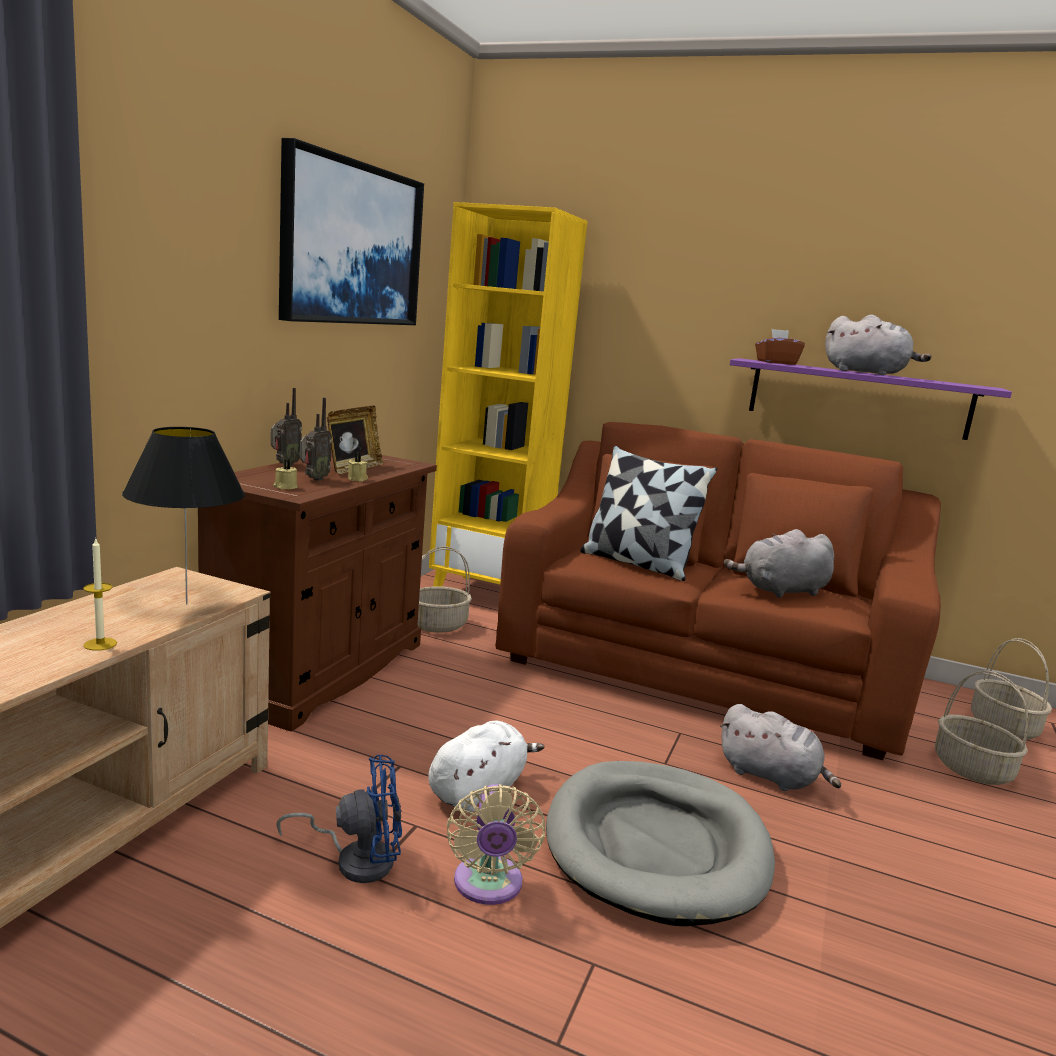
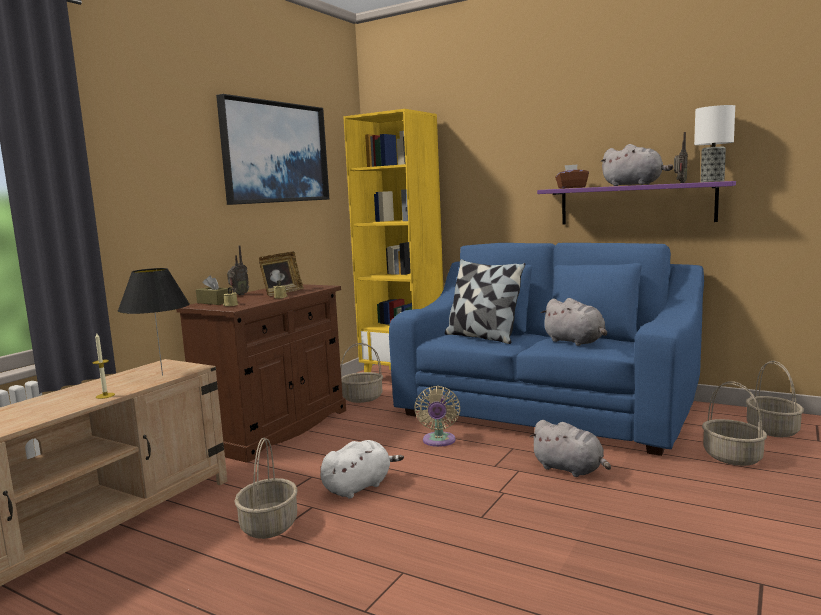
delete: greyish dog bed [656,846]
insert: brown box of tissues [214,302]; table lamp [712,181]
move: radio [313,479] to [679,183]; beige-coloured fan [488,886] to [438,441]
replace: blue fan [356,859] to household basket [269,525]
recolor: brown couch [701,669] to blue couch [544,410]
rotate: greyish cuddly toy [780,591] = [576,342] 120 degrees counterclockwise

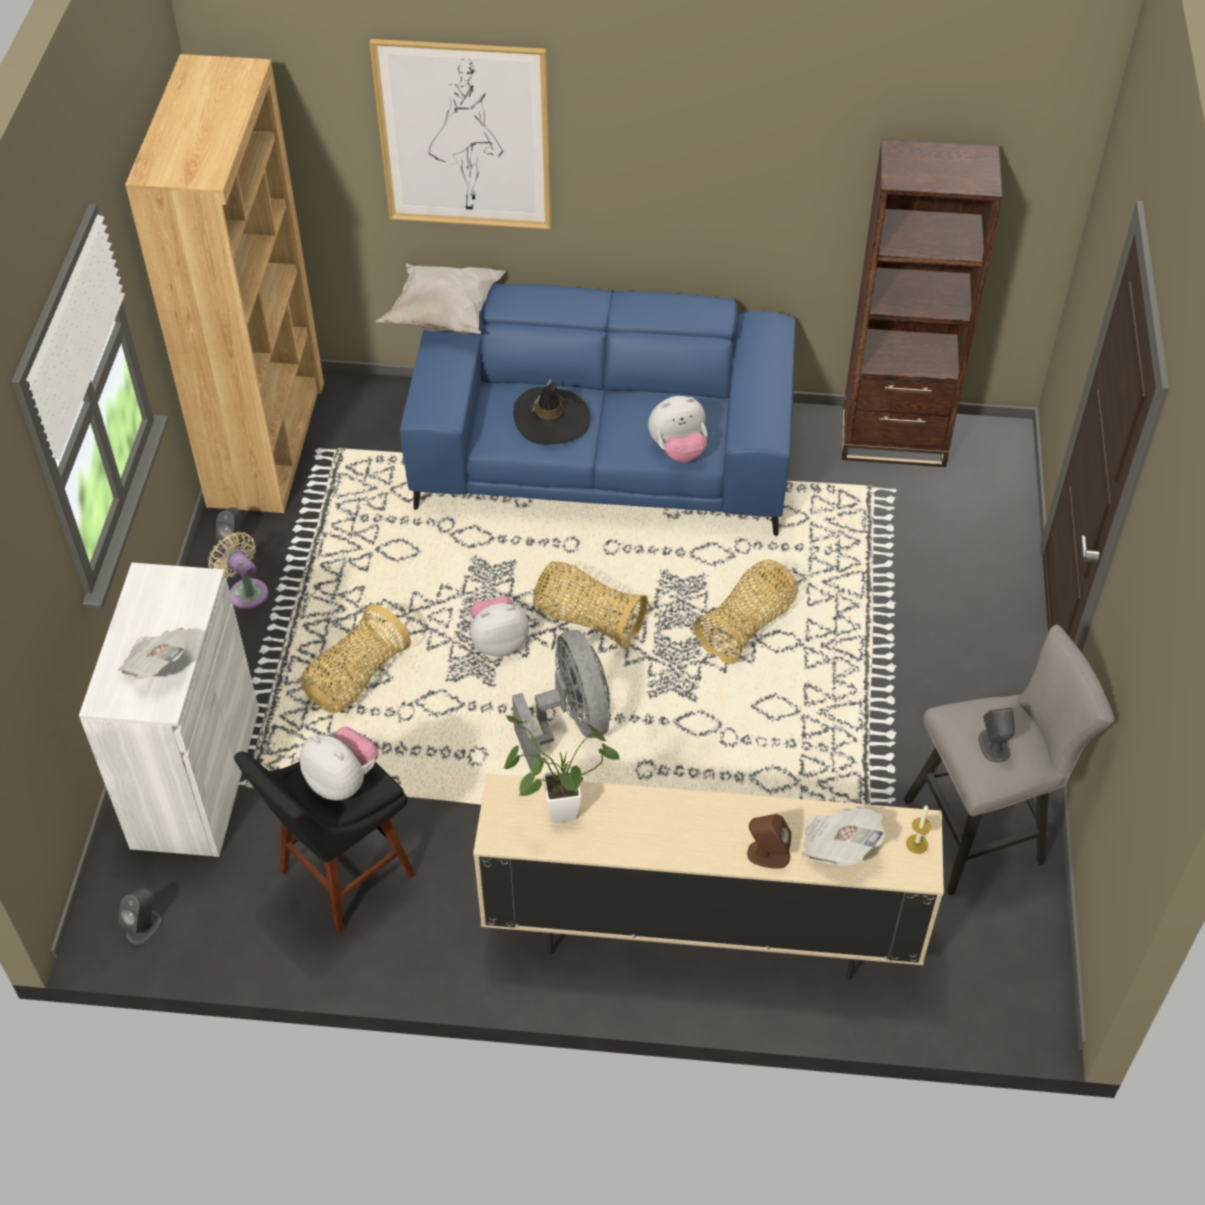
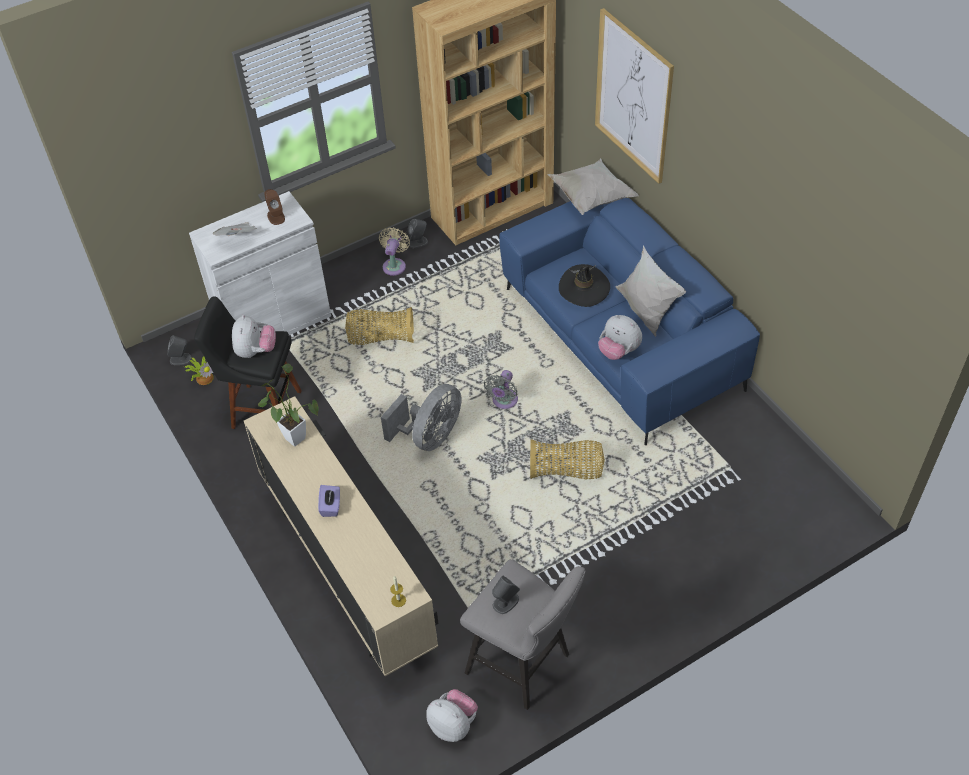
delete: newspaper [838,846]; brown shelving unit [893,438]
insert: houseplant [204,377]; purple-coloured box of tissues [331,506]; whitish cushion [646,313]
move: cuddly toy [498,642] to [453,724]; brown loudspeaker [768,854] to [276,216]
replace: household basket [588,620] to greyish fan [503,401]

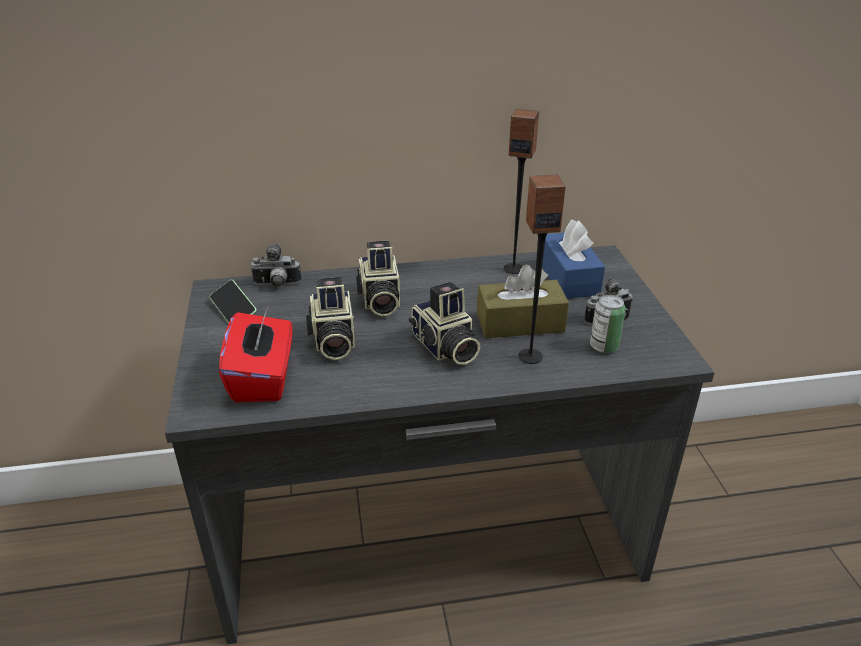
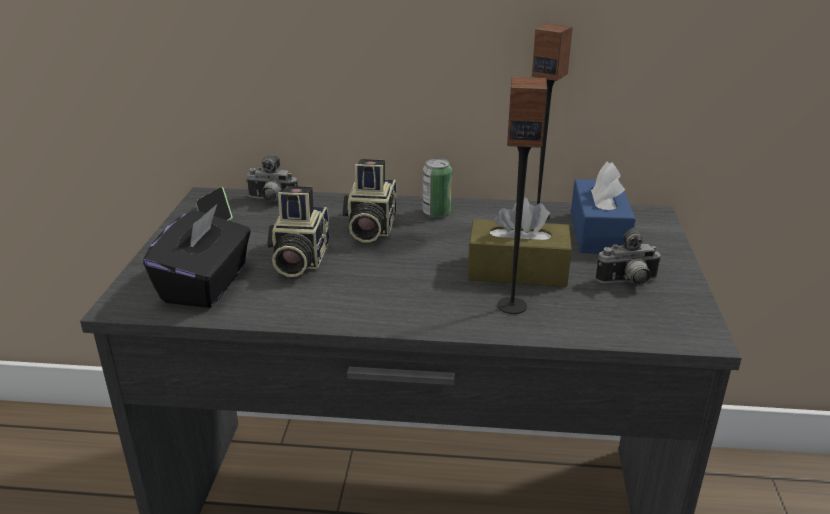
delete: still camera [444,348]
move: can [604,346] to [436,212]
recolor: red box of tissues [263,378] to black box of tissues [206,285]

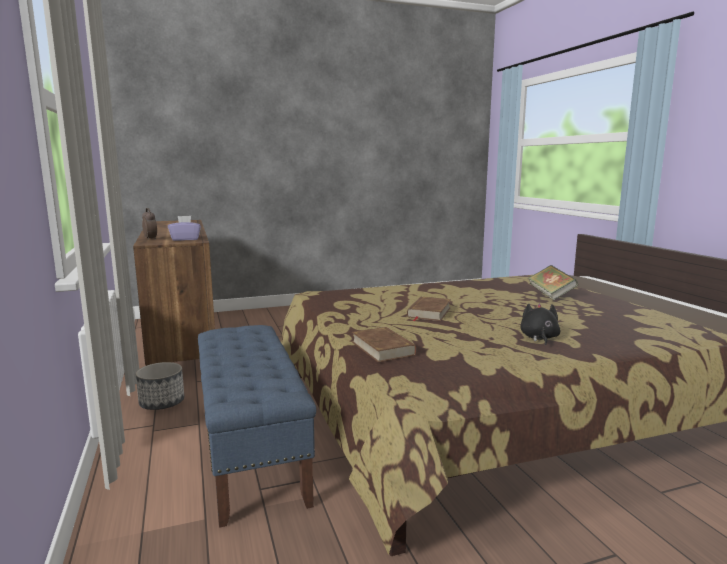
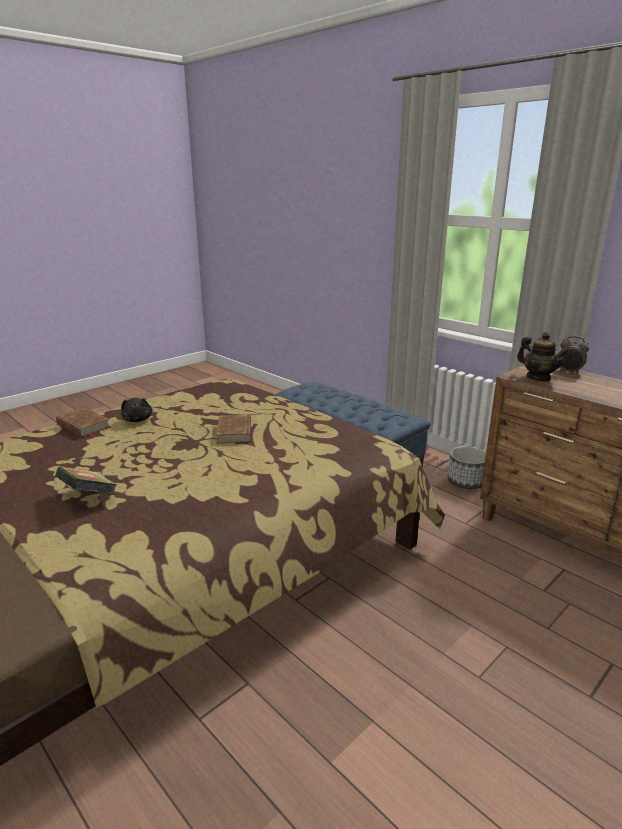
move: brown book [383,348] to [83,426]
replace: purple-coloured box of tissues [185,239] to pot for tea [538,378]

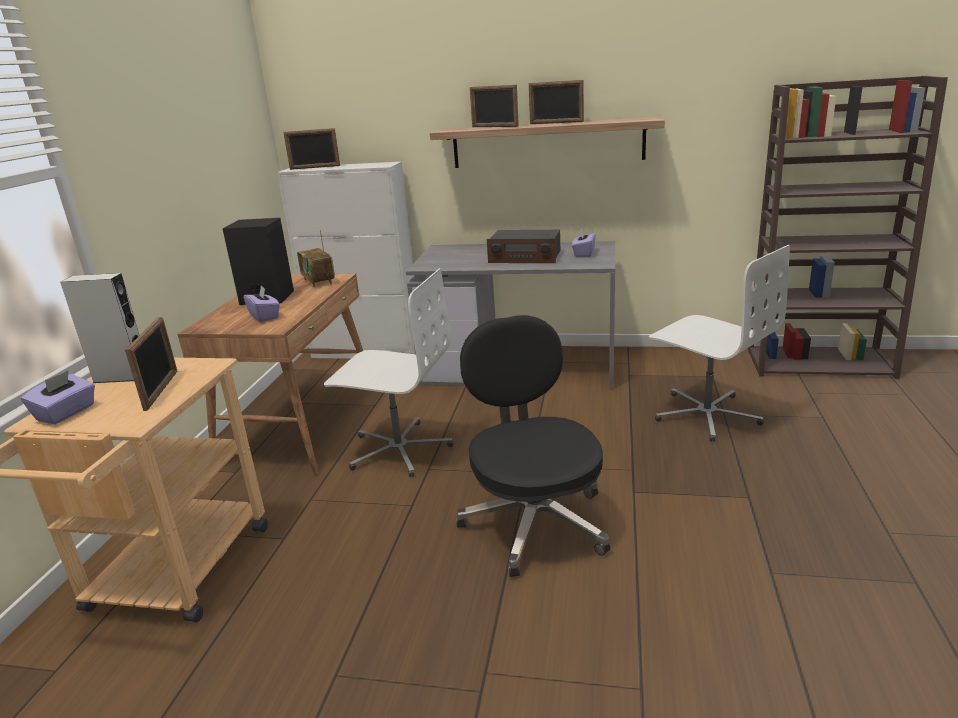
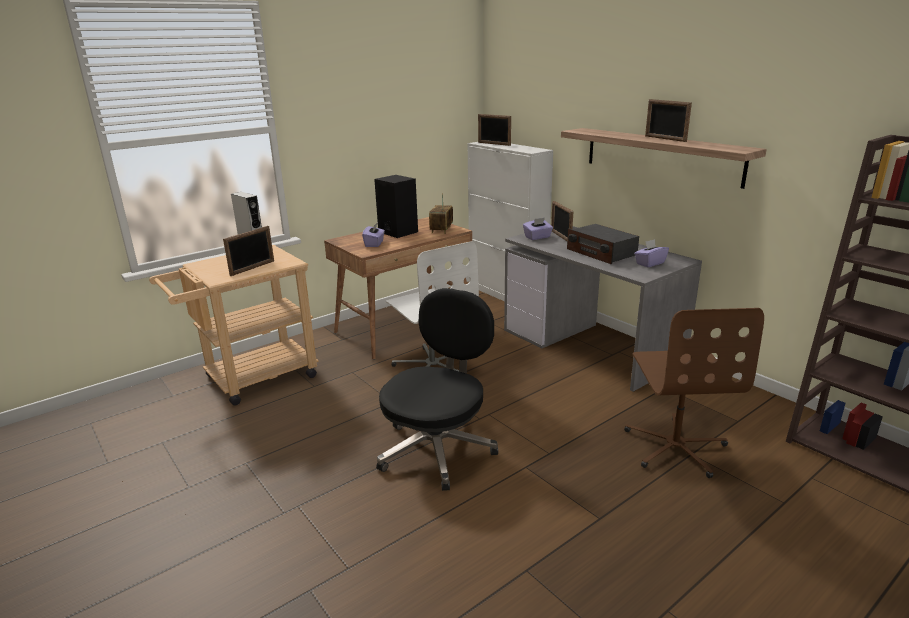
move: purple-coloured box of tissues [66,413] to [537,237]; photo frame [494,127] to [560,237]
recolor: whitish computer chair [706,414] to brown computer chair [675,446]

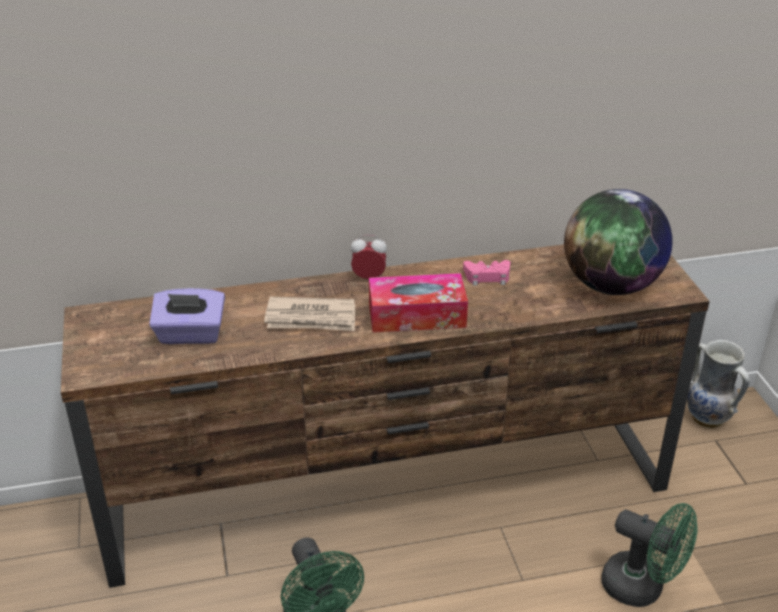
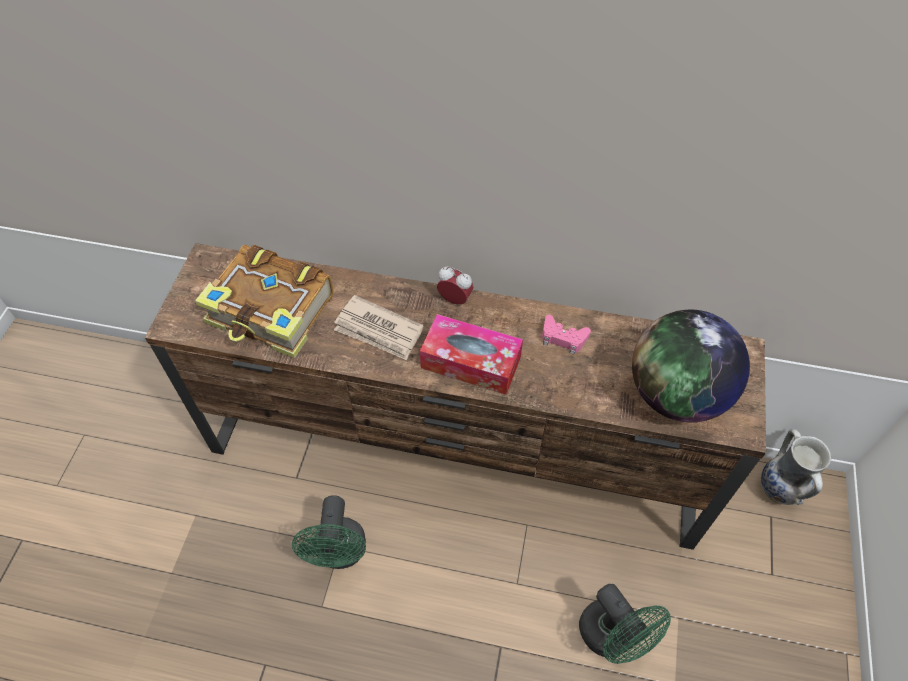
replace: purple-coloured box of tissues [190,335] to book [272,312]

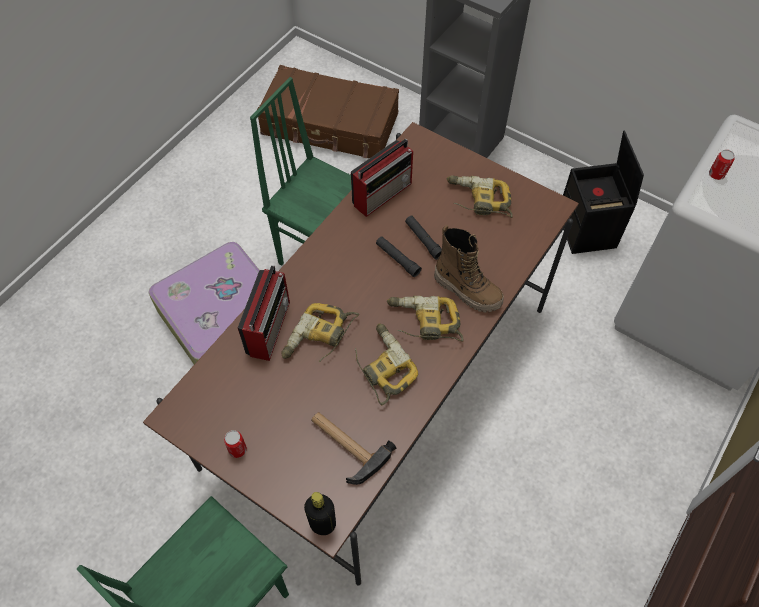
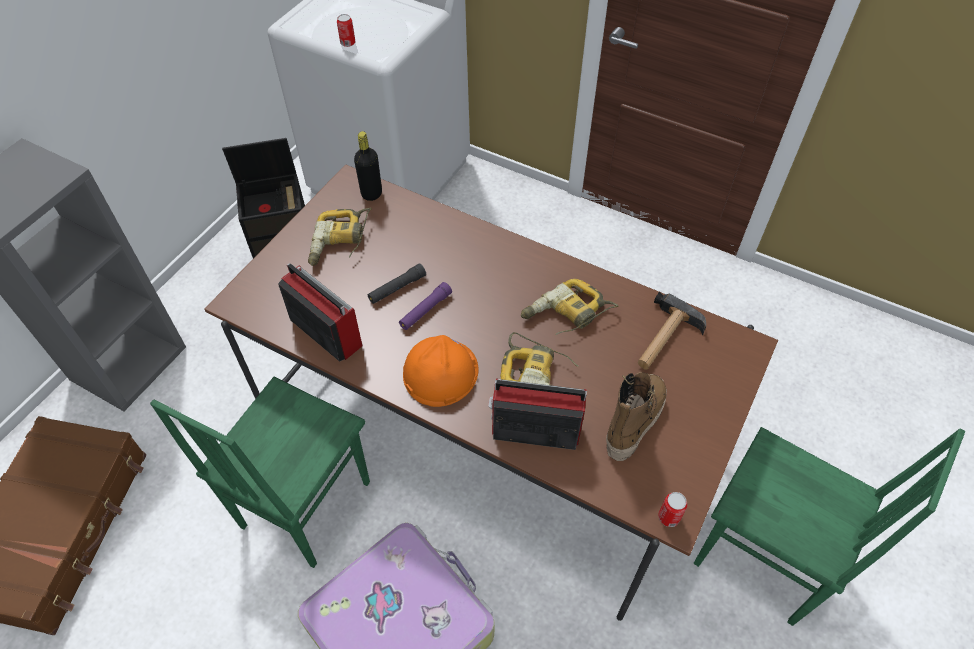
delete: power drill [424,323]
insert: orange-coloured hard hat [440,372]
move: can [237,449] to [669,517]; black bottle [322,523] to [371,193]; high-top boot [467,290] to [633,421]
recolor: black flashlight [397,259] to purple-coloured flashlight [425,310]

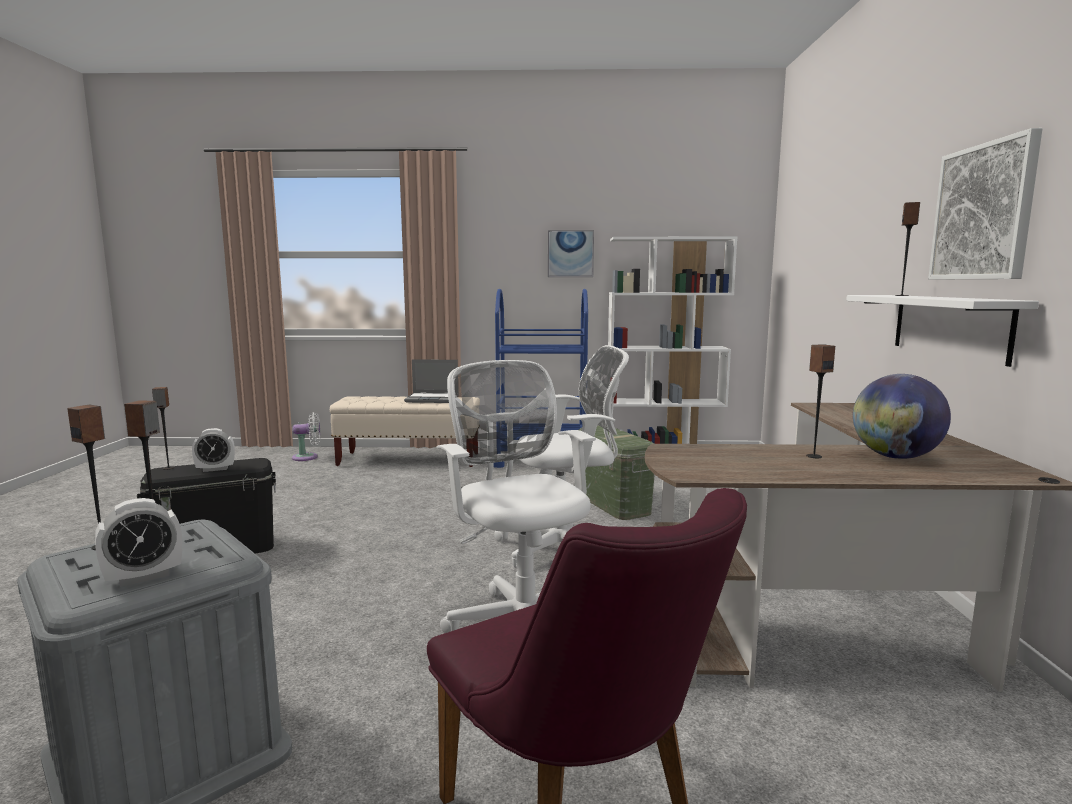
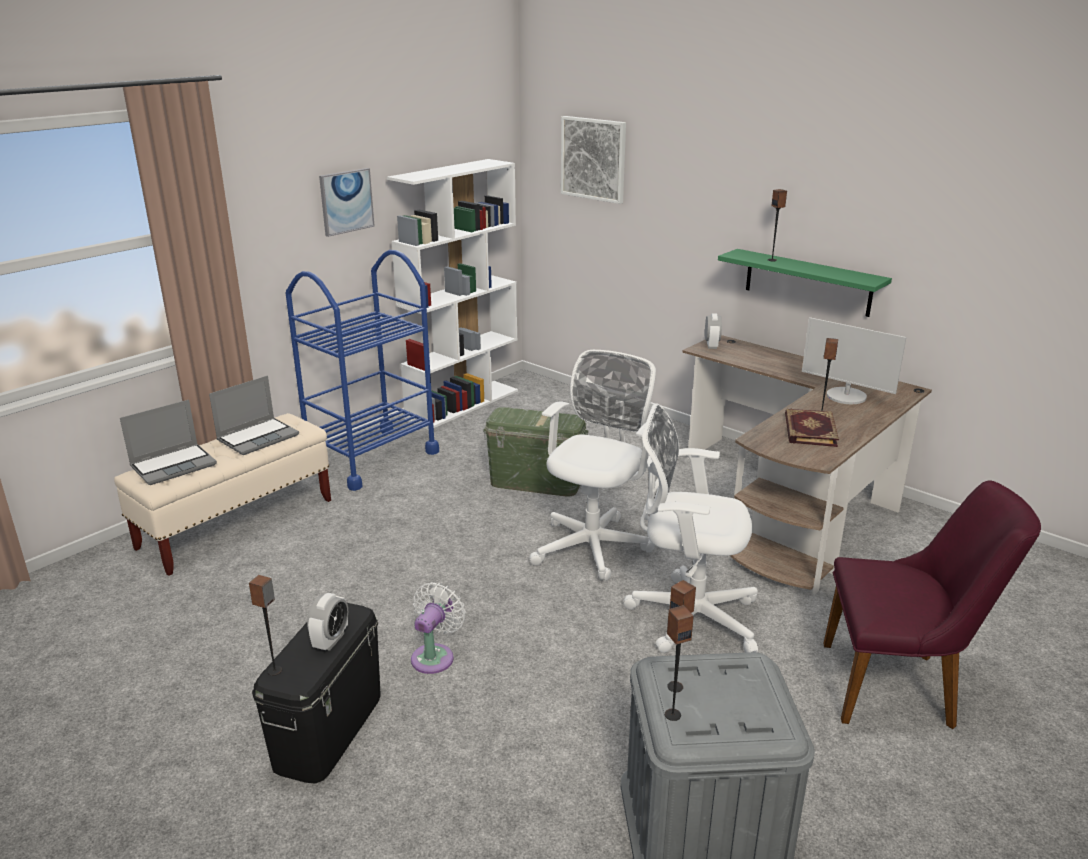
insert: portable computer [174,465]; book [809,430]
move: table clock [144,577] to [711,345]; whitish fan [308,457] to [435,656]; picture [983,212] to [593,159]
replace: world globe [895,457] to monitor [846,396]
recolor: whitish wall shelf [949,326] to green-coloured wall shelf [807,282]

